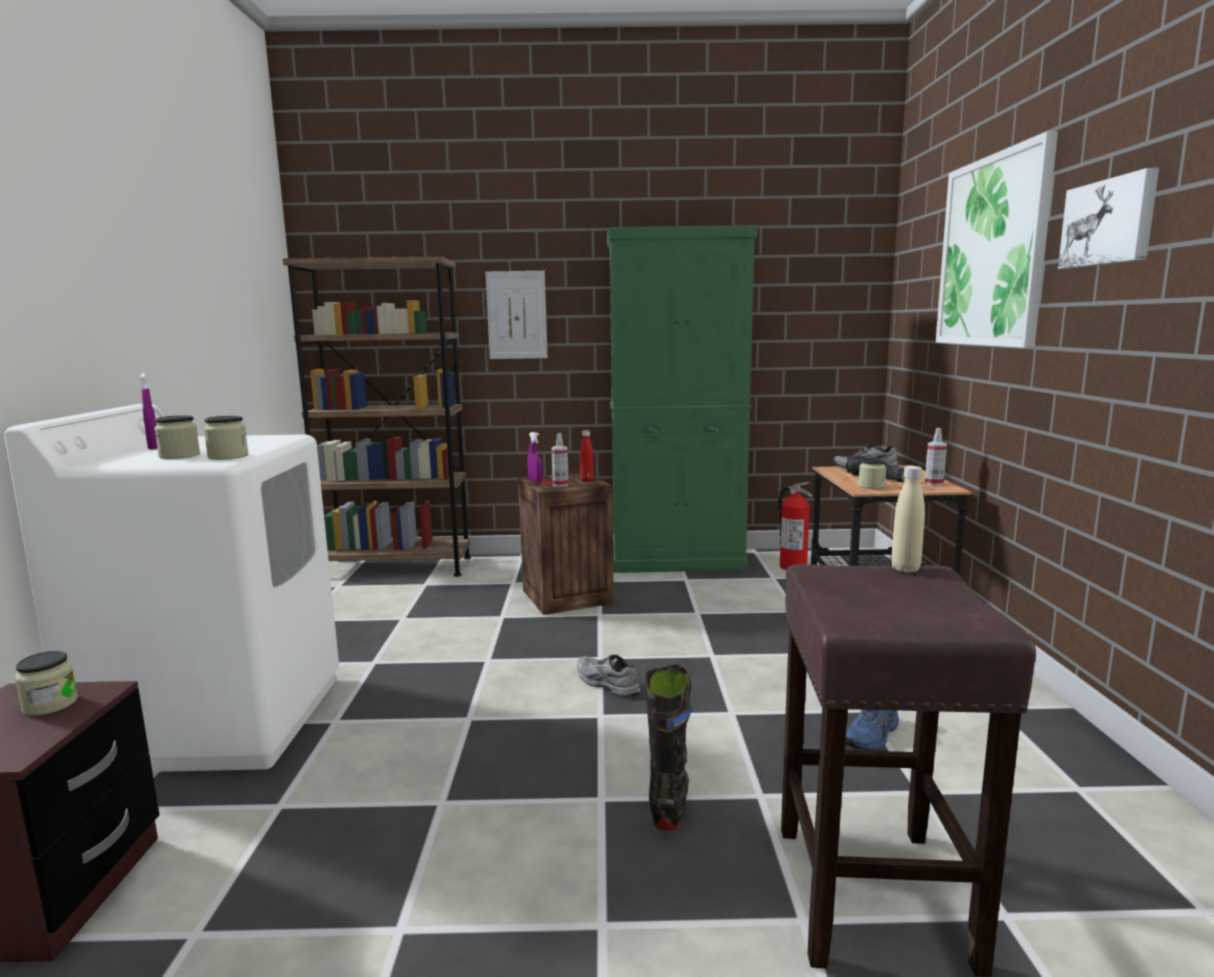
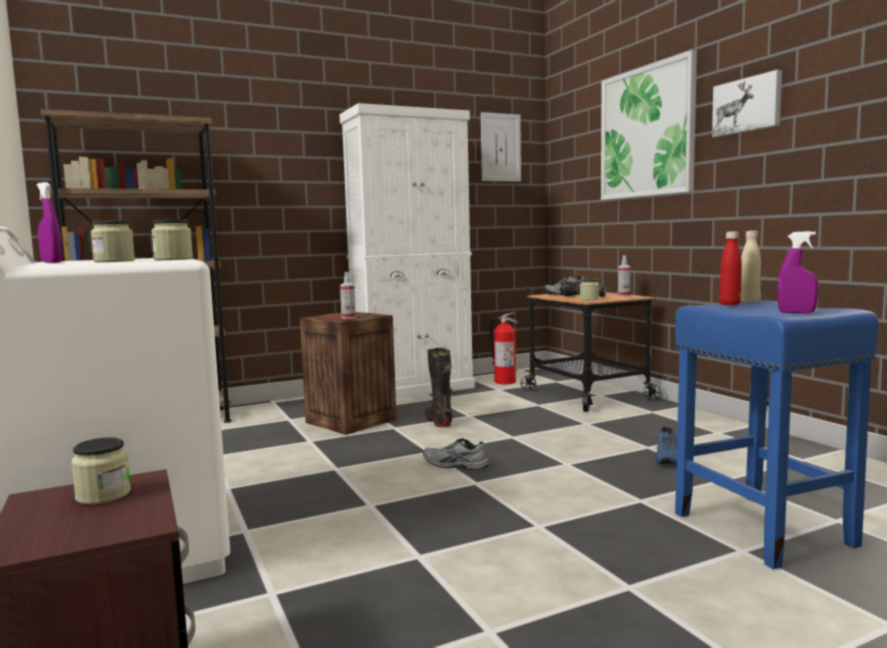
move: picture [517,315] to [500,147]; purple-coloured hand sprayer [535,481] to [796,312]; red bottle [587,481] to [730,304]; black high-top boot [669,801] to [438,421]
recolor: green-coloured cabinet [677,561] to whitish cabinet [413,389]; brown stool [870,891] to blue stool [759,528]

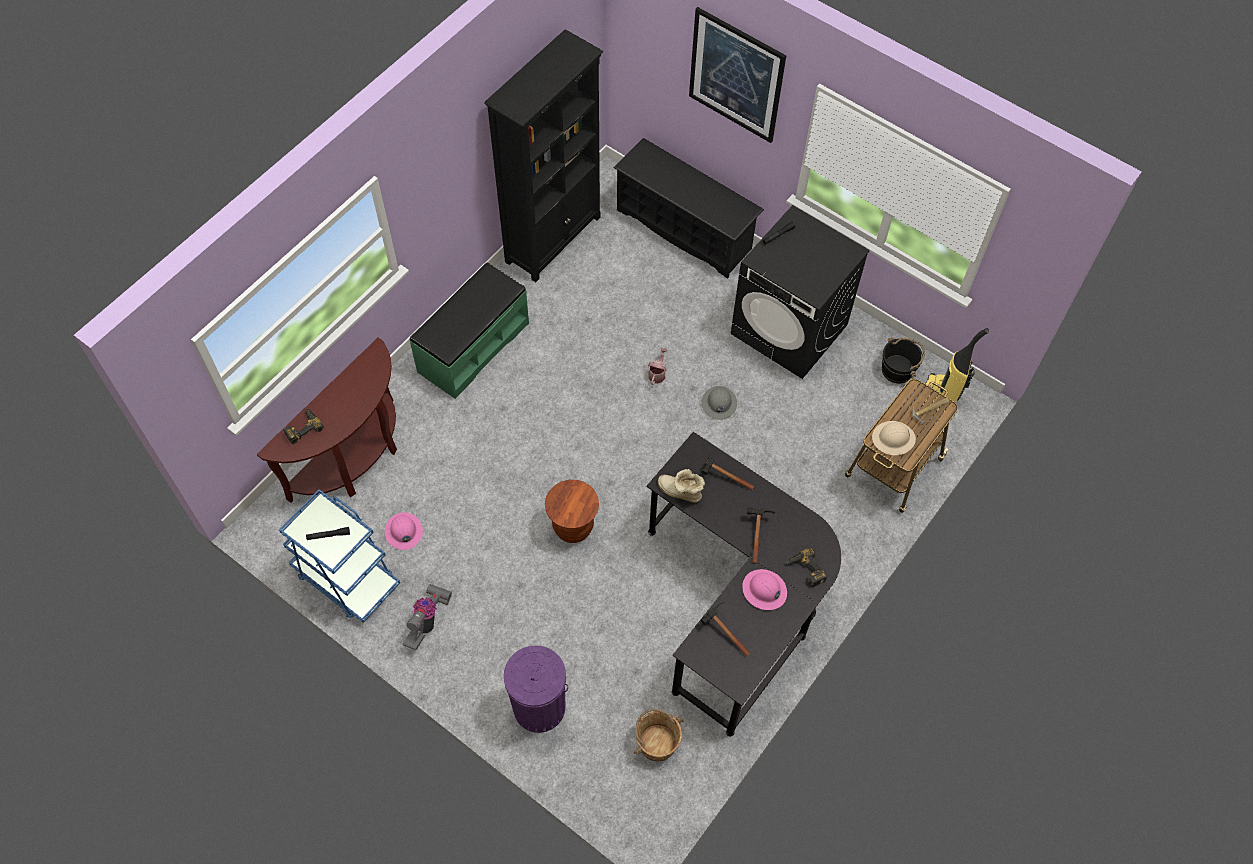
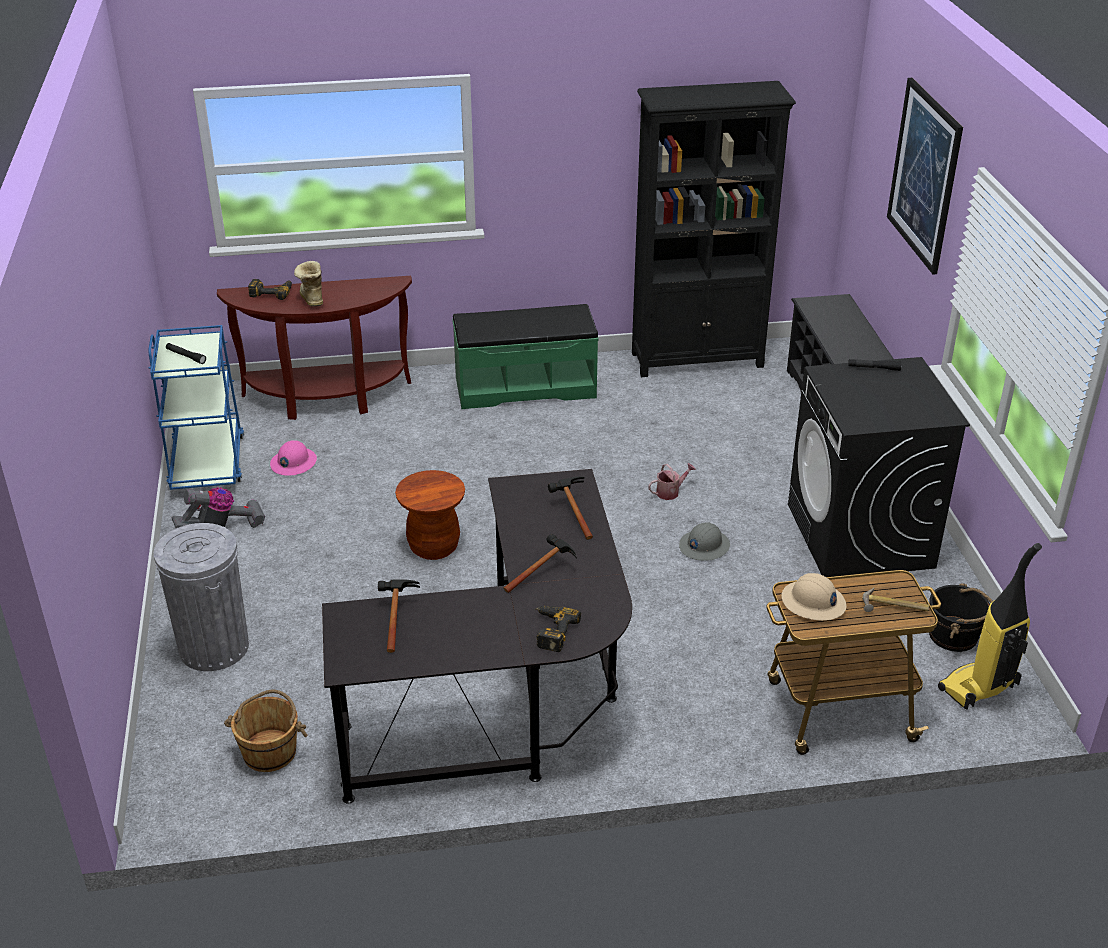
delete: pink hard hat [764,590]
move: high-top boot [680,493] to [311,299]
recolor: purple-coloured rubbish bin [539,707] to greyish rubbish bin [214,647]

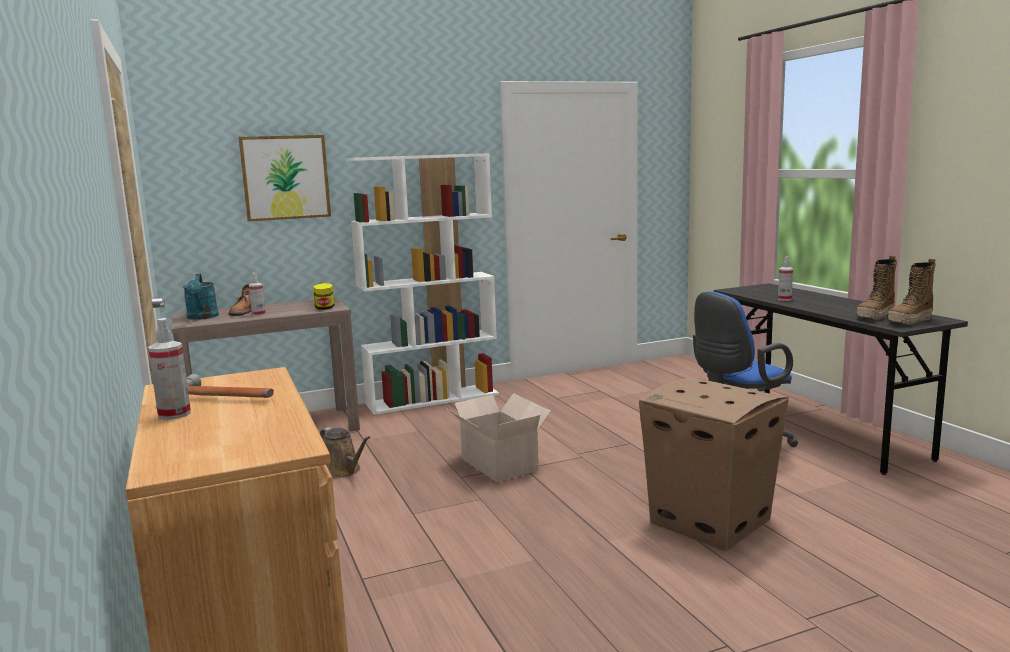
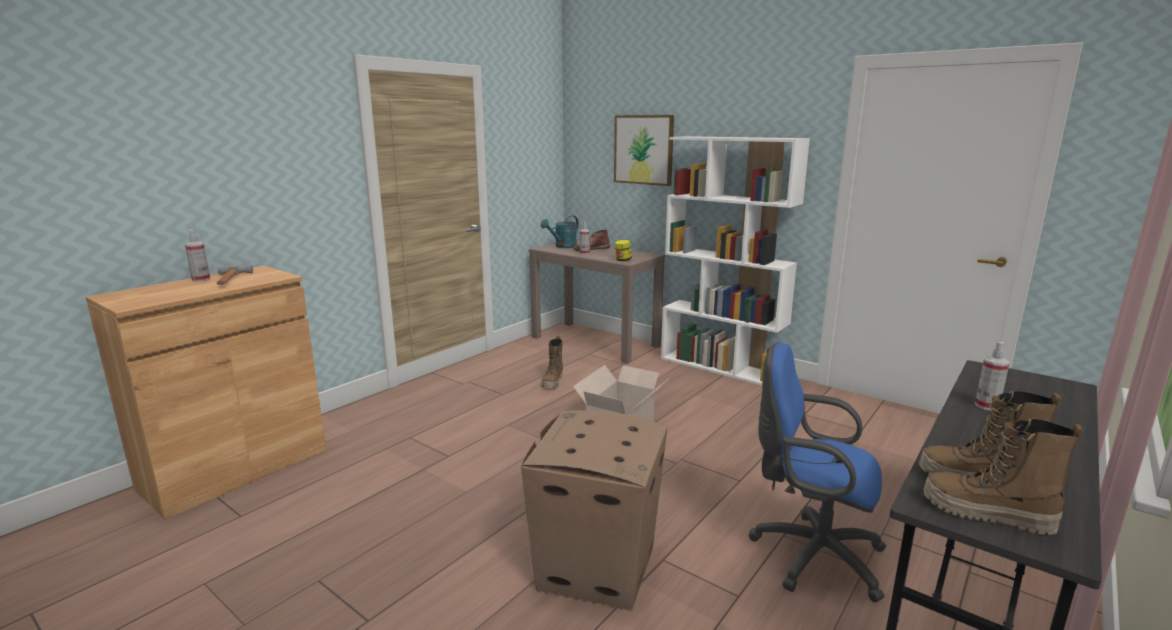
replace: brown sprinkling can [343,471] to high-top boot [553,382]

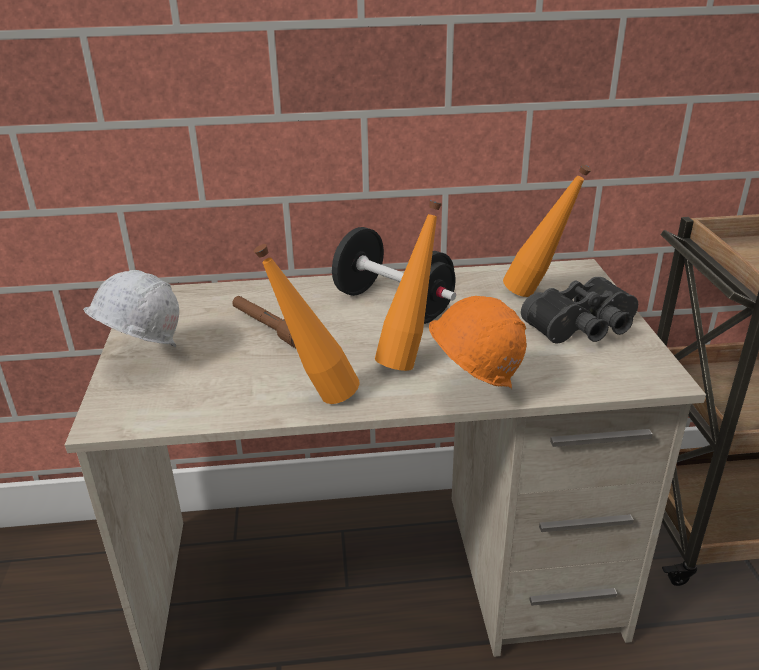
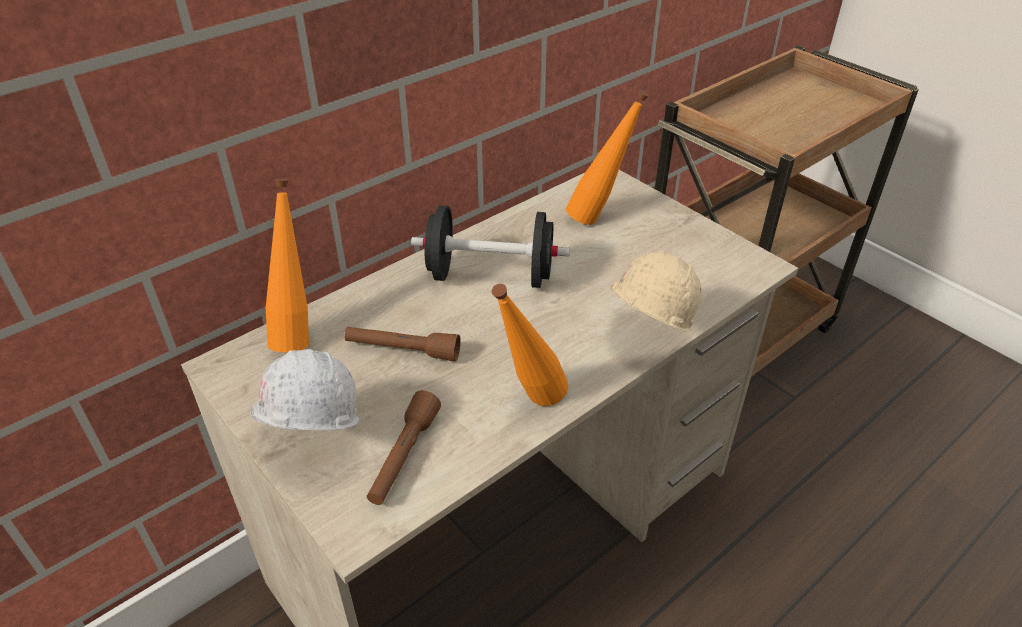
delete: black field glasses [584,328]
insert: brown flashlight [404,457]
move: orange-coloured bottle [409,359] to [298,333]
recolor: orange-coloured hard hat [472,390] to beige-coloured hard hat [645,337]

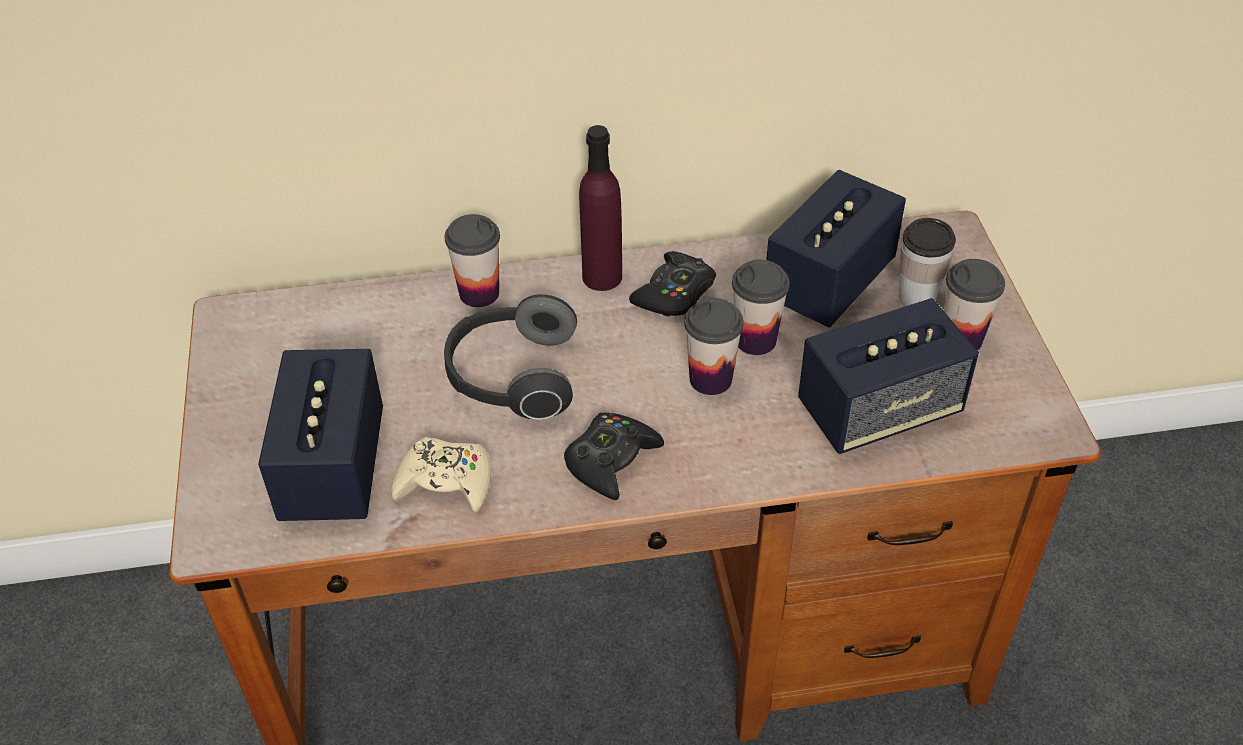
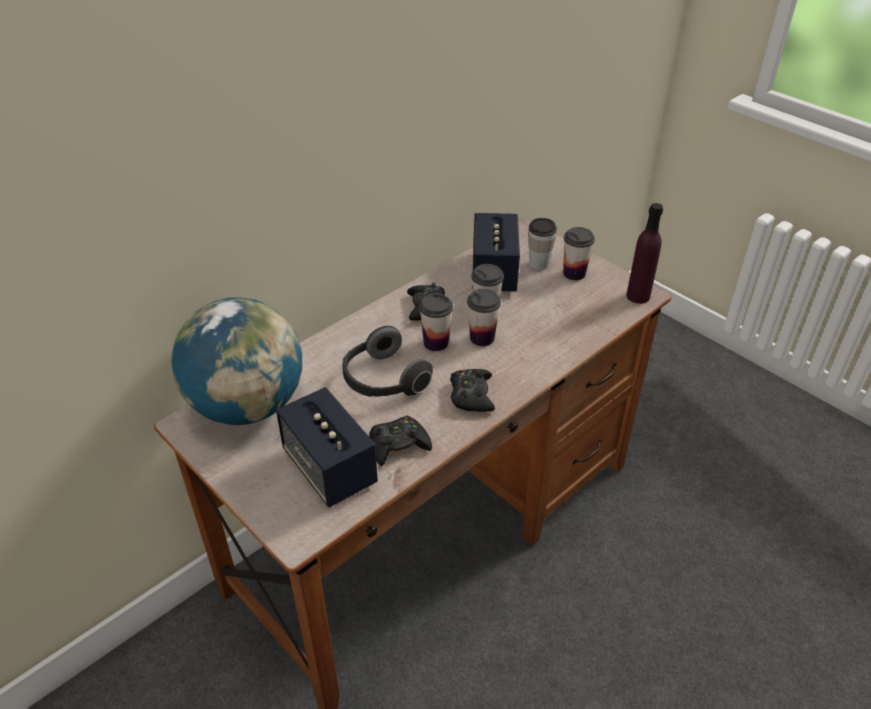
delete: loudspeaker [879,410]
insert: world globe [248,406]
move: small cup [479,293] to [436,343]; purple-coloured bottle [602,277] to [638,296]
recolor: beige-coloured game controller [445,482] to black game controller [398,445]

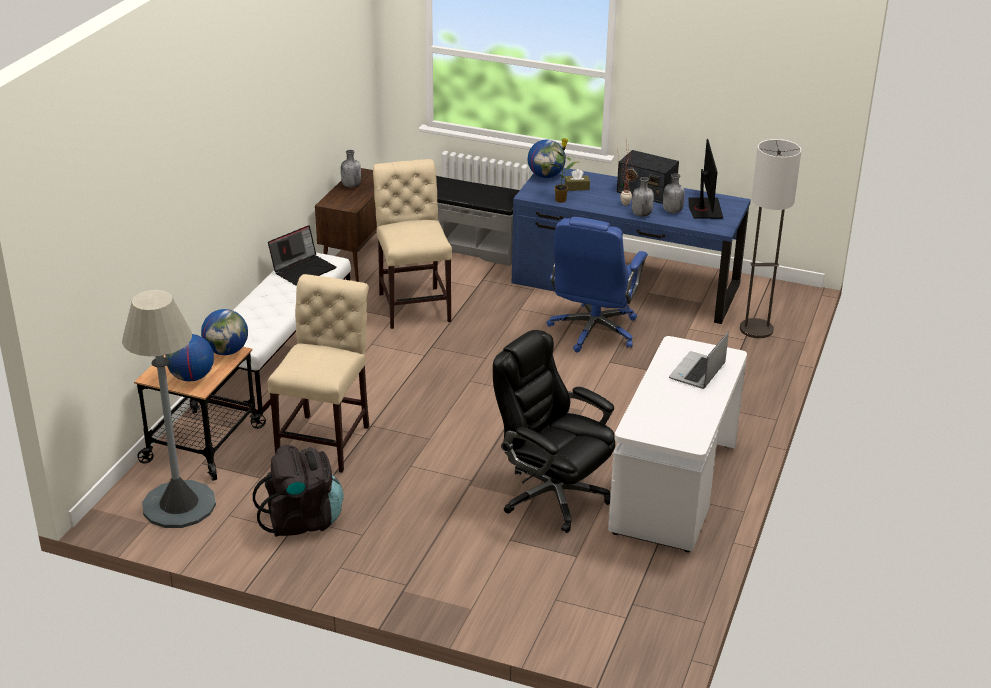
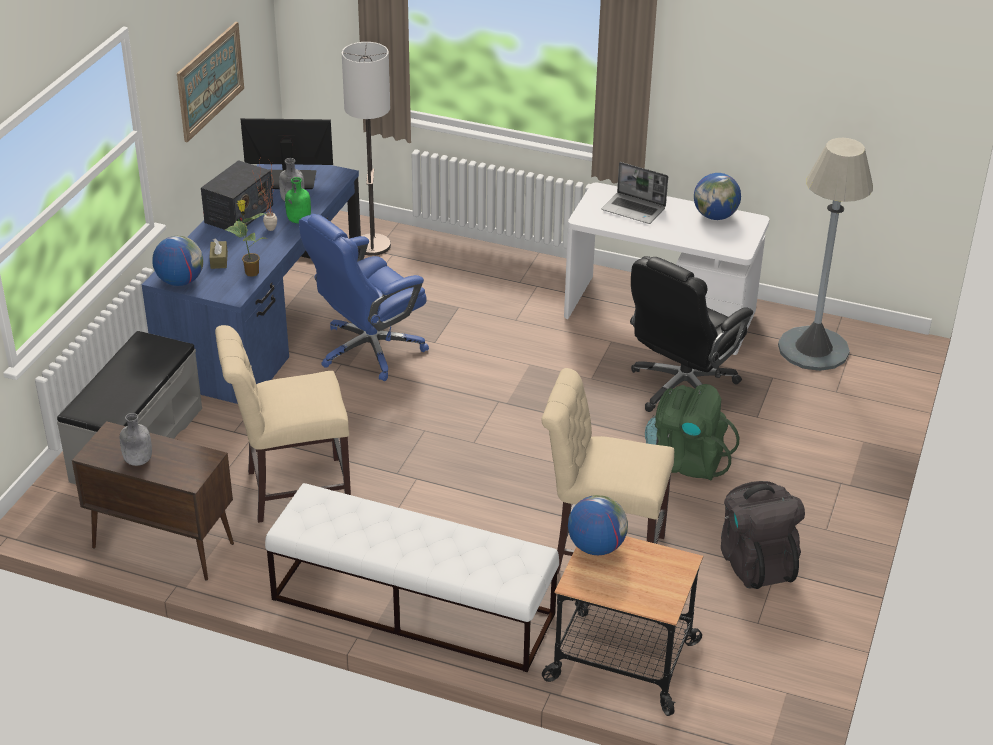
delete: portable computer [303,269]
insert: picture [210,80]; green-coloured backpack [686,461]
move: greyish standard lamp [179,505] to [813,349]; world globe [191,377] to [715,216]
recolor: greyish bottle [641,214] to green-coloured bottle [298,220]
rotate: blue computer chair [593,331] = [369,350] 120 degrees clockwise

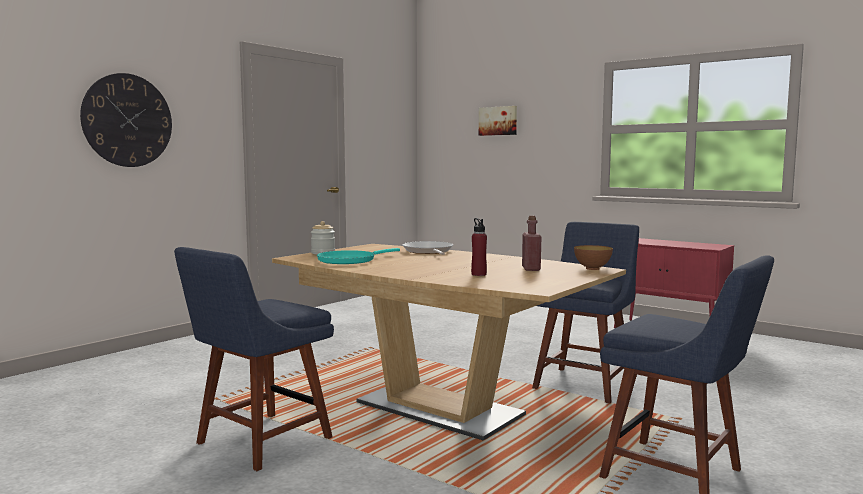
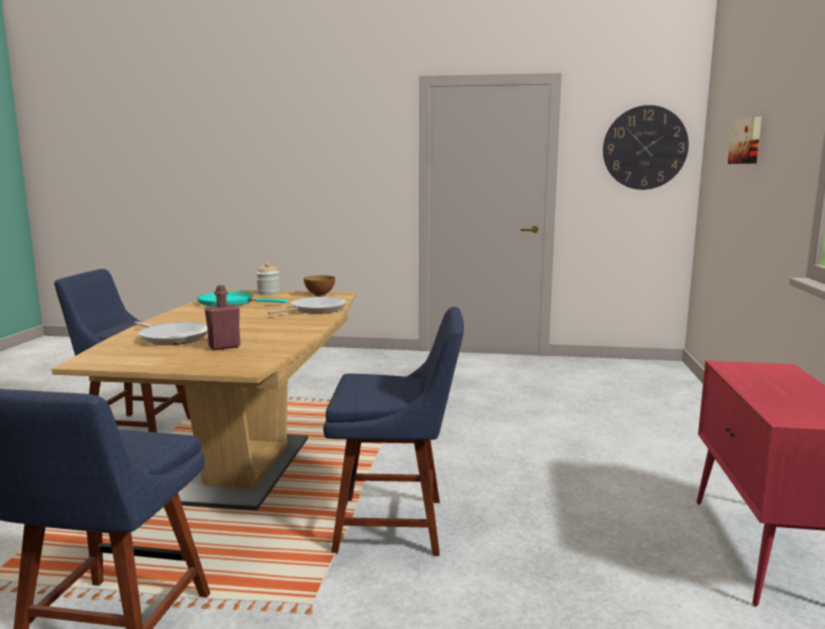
move: wall clock [127,120] to [645,148]; deep dish [592,268] to [320,295]
replace: red bottle [478,274] to skillet [173,338]

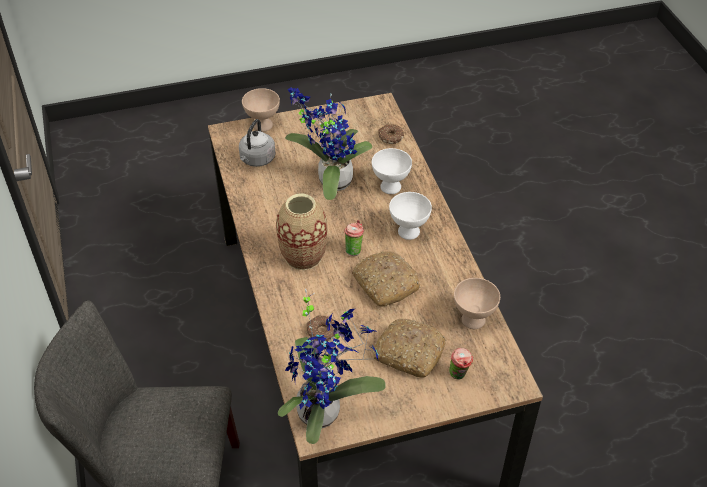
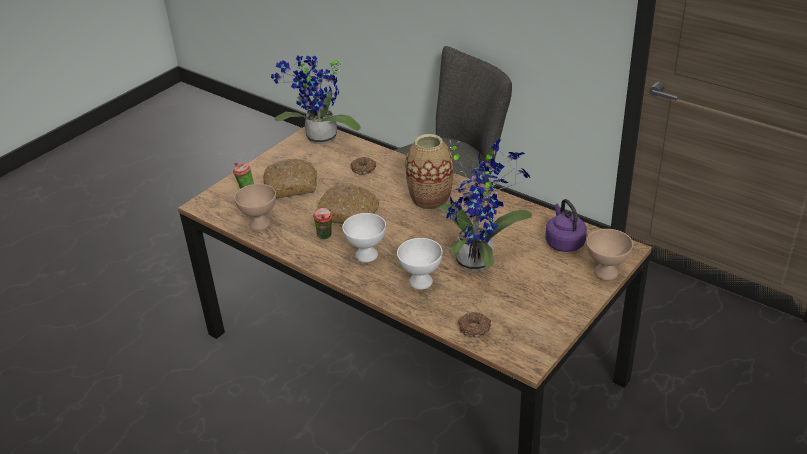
move: small cup [354,249] to [325,237]
recolor: greyish kettle [256,160] to purple-coloured kettle [564,242]

